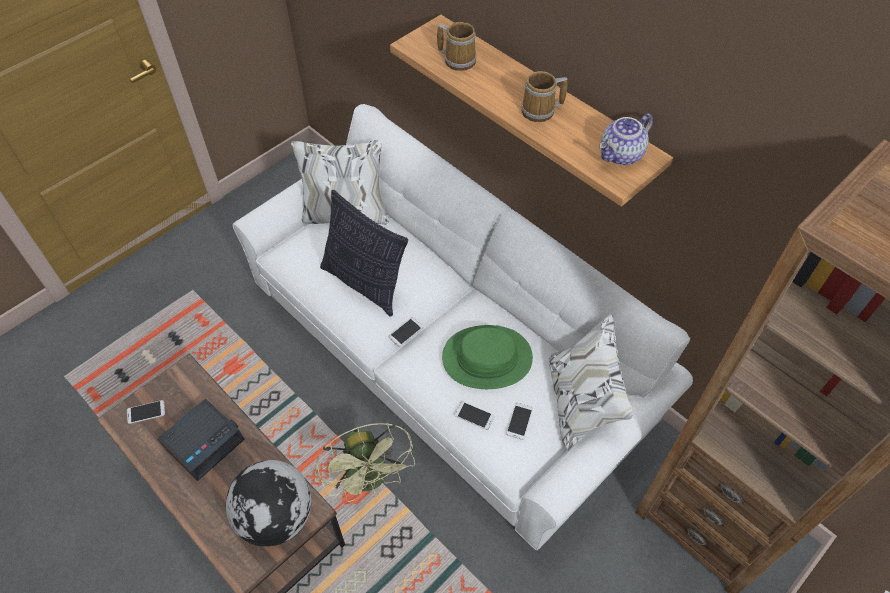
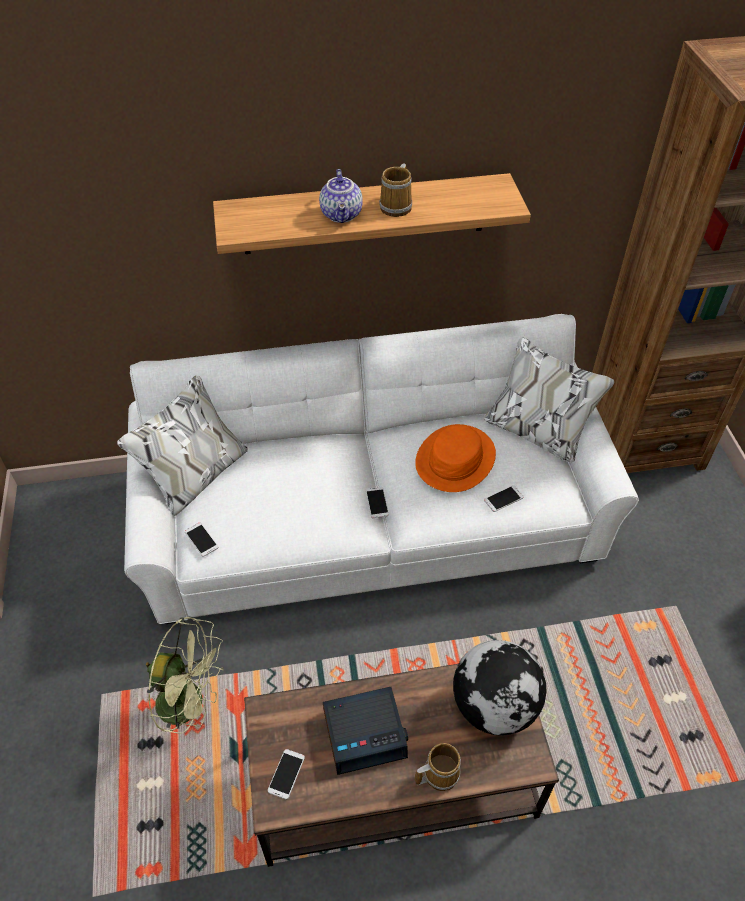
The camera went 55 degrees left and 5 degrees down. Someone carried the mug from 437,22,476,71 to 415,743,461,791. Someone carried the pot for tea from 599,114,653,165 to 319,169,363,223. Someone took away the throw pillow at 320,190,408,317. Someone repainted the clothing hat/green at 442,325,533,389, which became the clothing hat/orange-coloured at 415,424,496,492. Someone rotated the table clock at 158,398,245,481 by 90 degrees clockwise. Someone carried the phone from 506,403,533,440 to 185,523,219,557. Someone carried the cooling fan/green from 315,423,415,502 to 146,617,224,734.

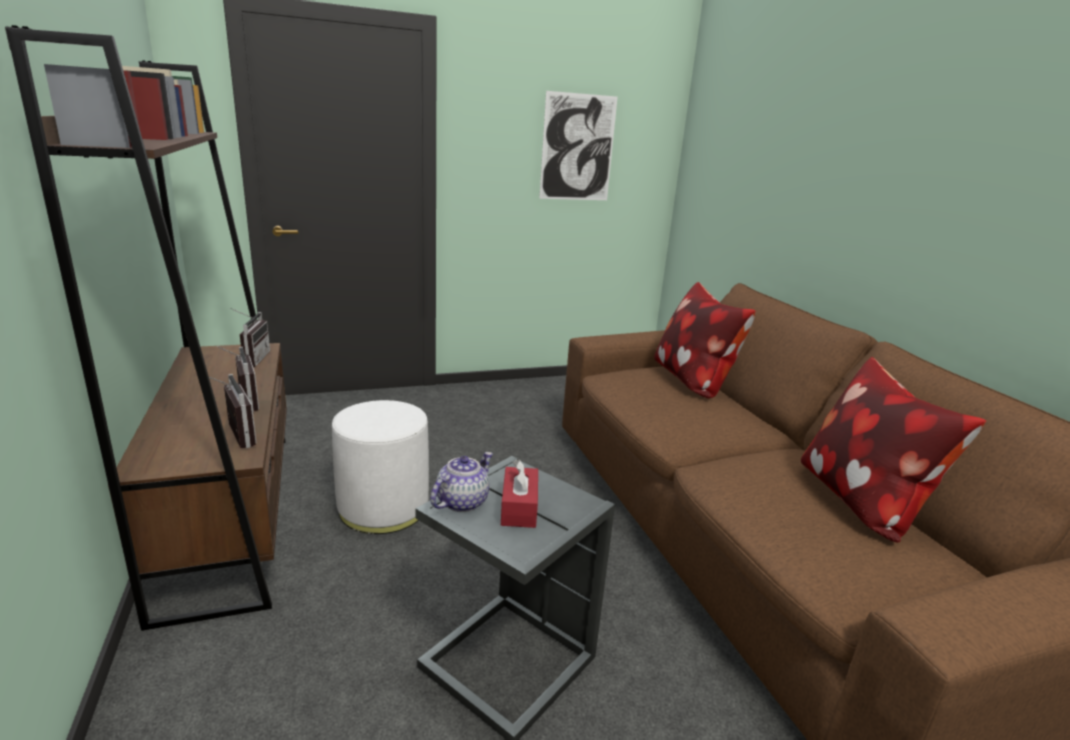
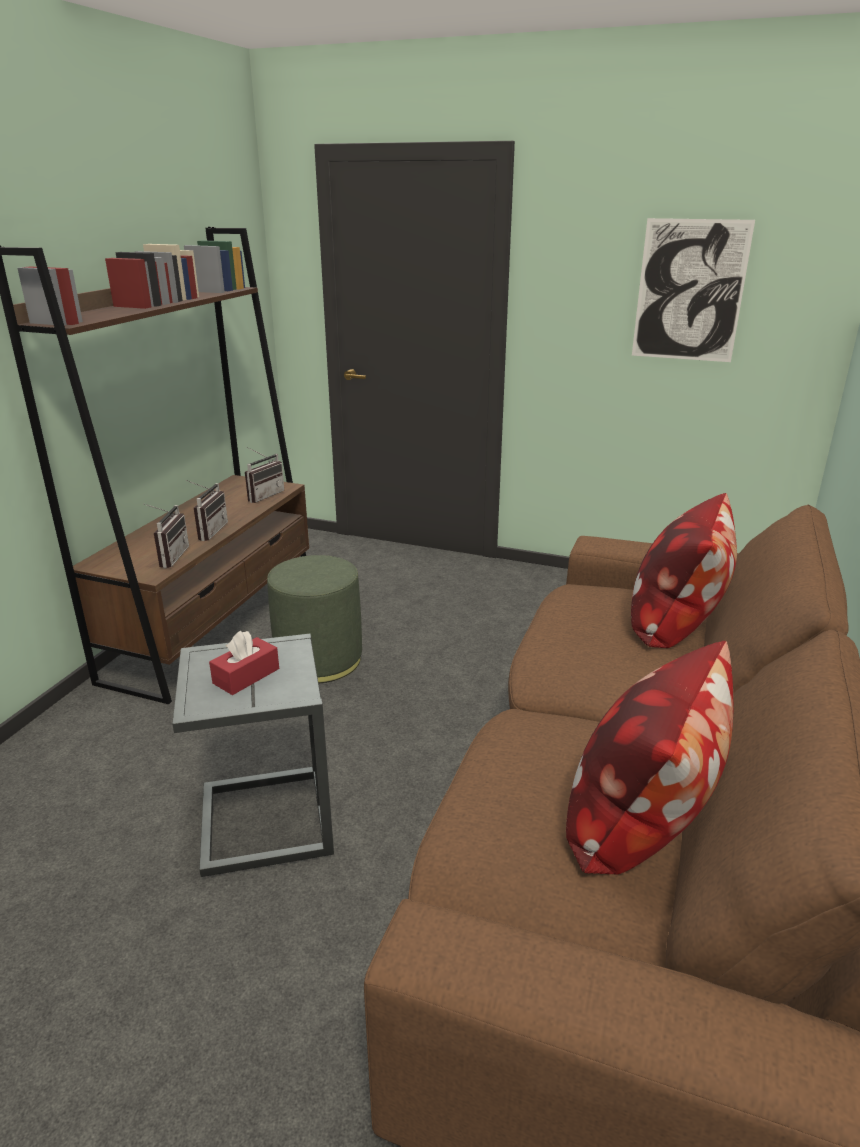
The camera went 40 degrees right and 5 degrees up. Someone repainted the pouffe/white at 332,400,429,534, which became the pouffe/green at 267,555,362,683. Someone took away the pot for tea at 430,452,493,512.

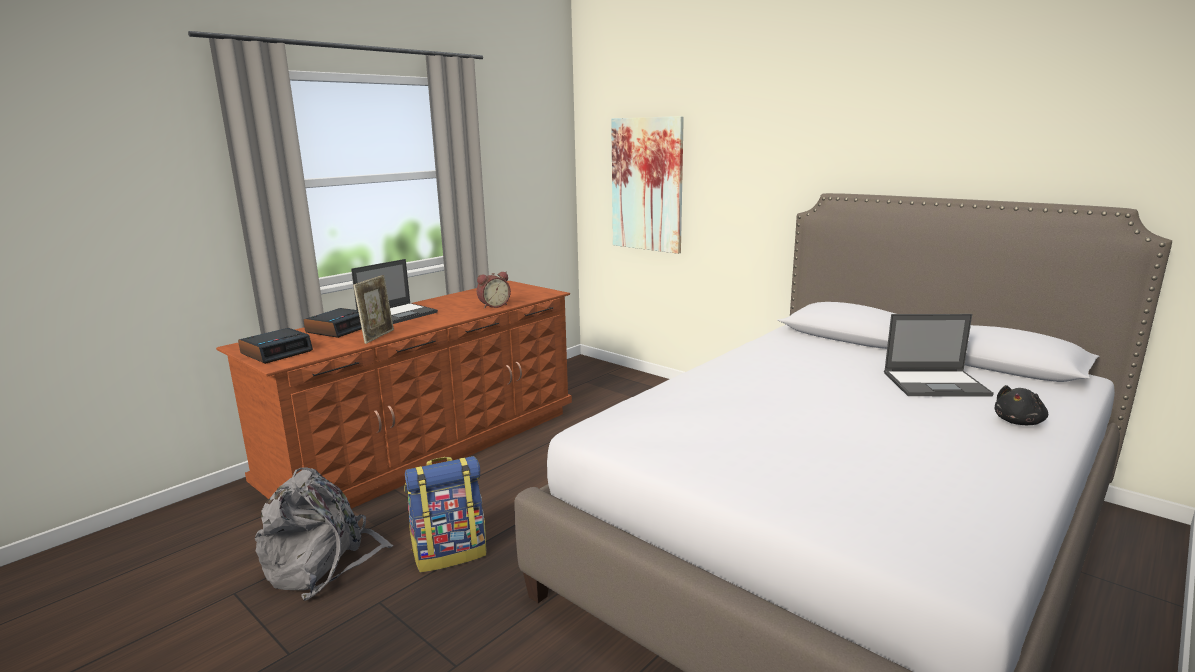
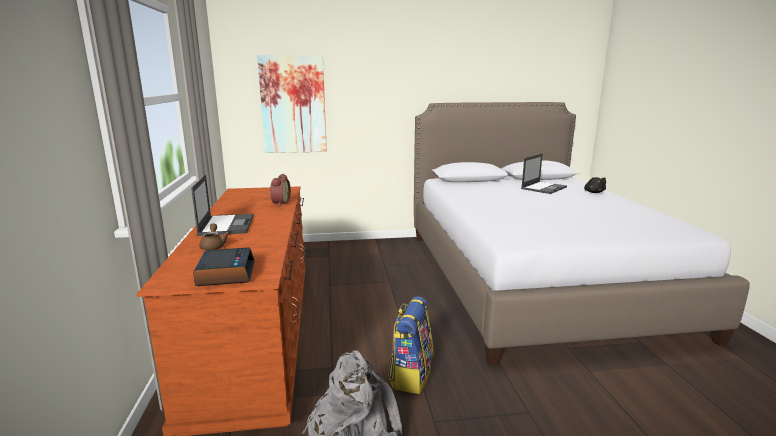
The camera went 50 degrees left and 0 degrees up. Someone took away the standing frame at 353,275,394,344. Someone swapped the table clock at 303,308,362,338 for the pot for tea/brown at 199,223,229,250.

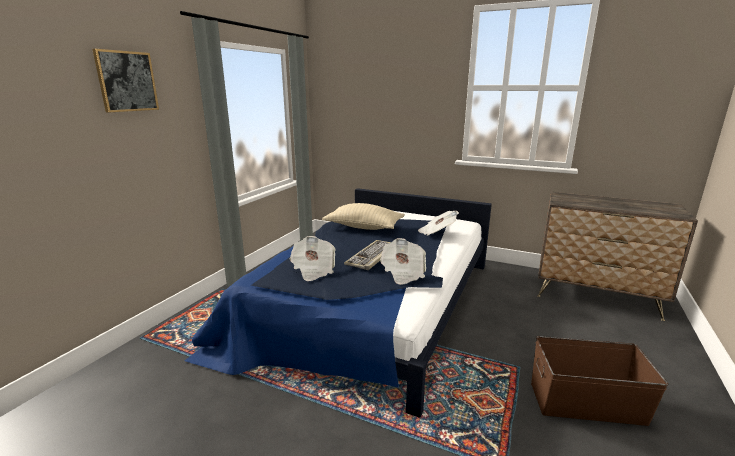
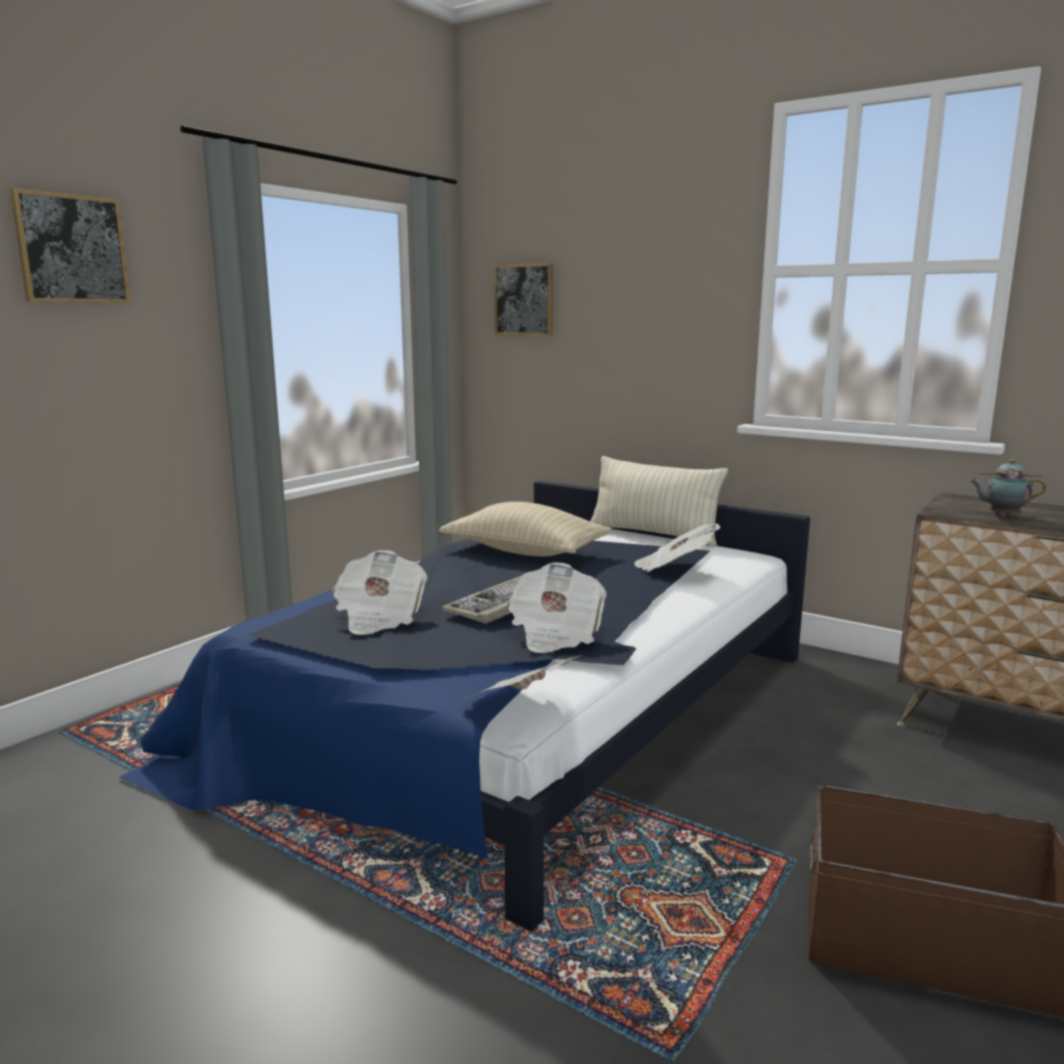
The camera went 10 degrees right and 5 degrees down. Someone put up the wall picture at 494,263,553,335. Someone put down the throw pillow/sand-coloured at 590,456,728,547. Someone put down the pot for tea at 969,459,1046,517. Someone put down the daily paper at 462,655,582,700.

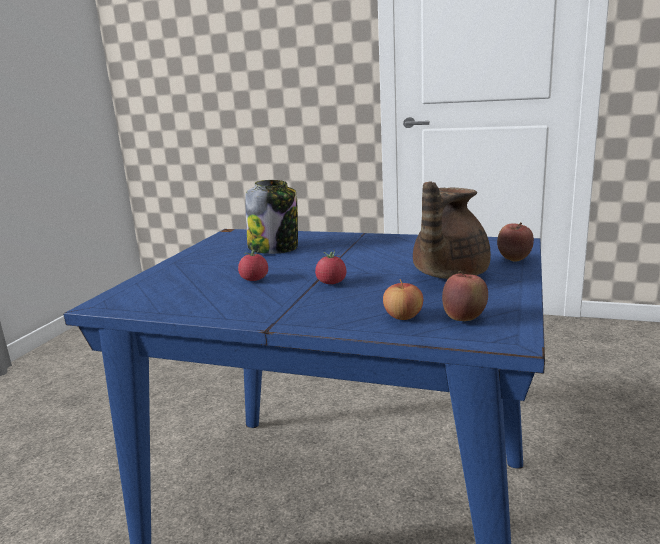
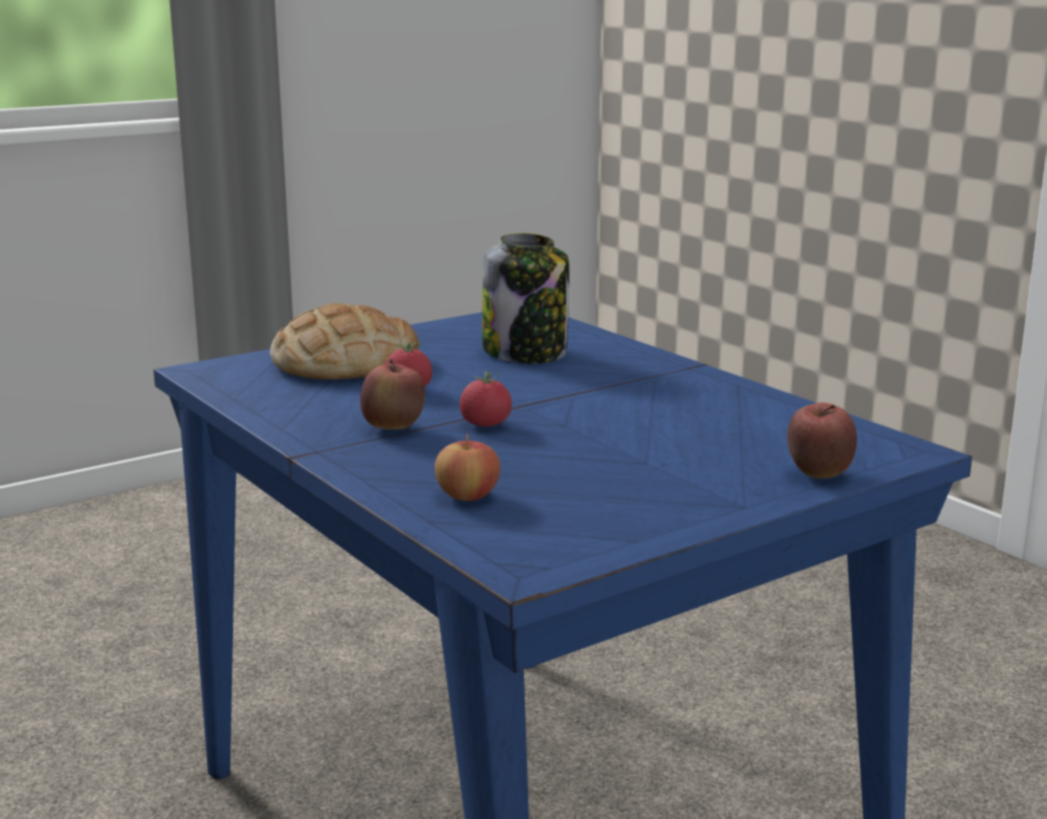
The camera went 35 degrees right and 0 degrees up. Someone took away the pot for tea/brown at 413,181,491,279. Someone carried the apple fruit from 442,271,488,321 to 360,359,425,430. Someone put down the baked bread at 270,303,419,379.

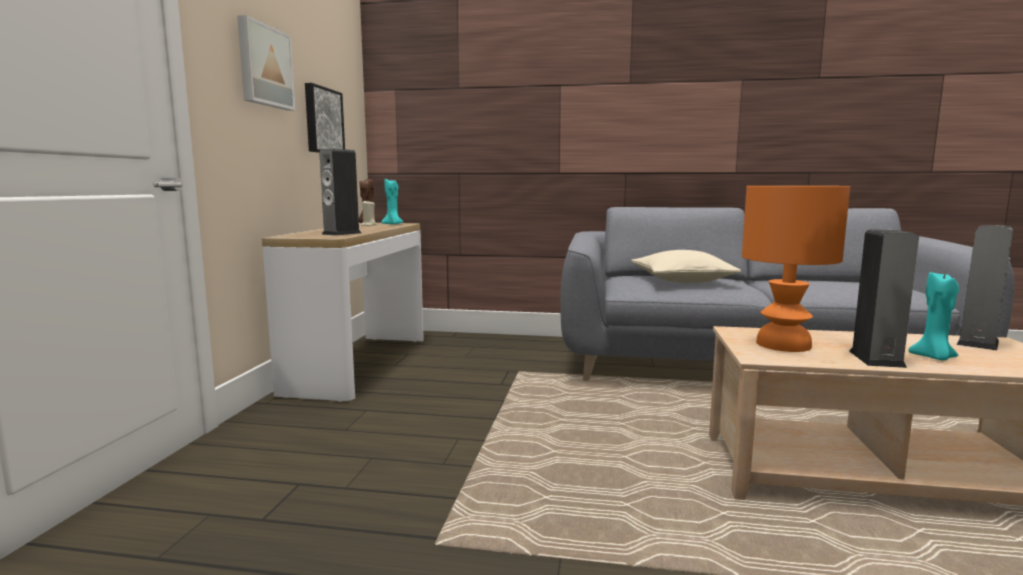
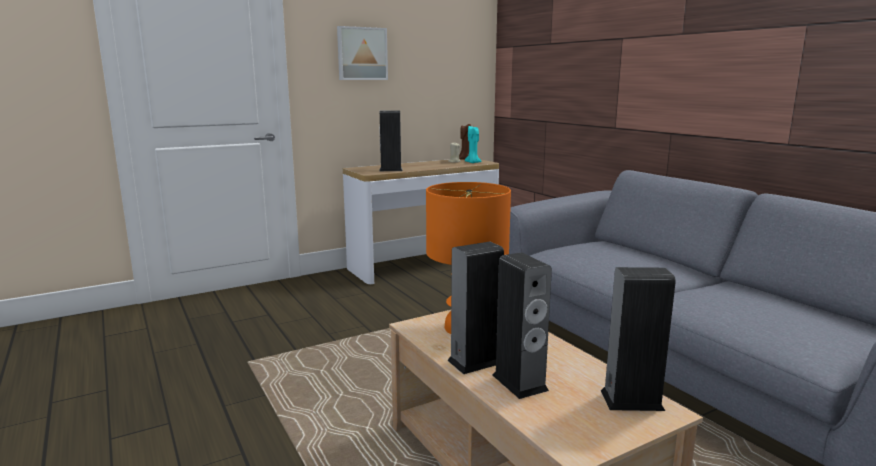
The camera went 50 degrees right and 5 degrees up. Someone took away the wall picture at 305,83,345,153. Someone took away the throw pillow/sand-coloured at 631,250,741,283. Someone swapped the wax candle/blue-green at 908,272,959,361 for the speaker at 493,253,552,399.

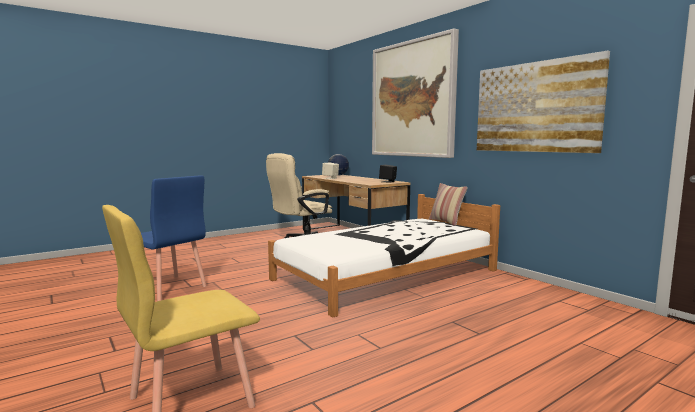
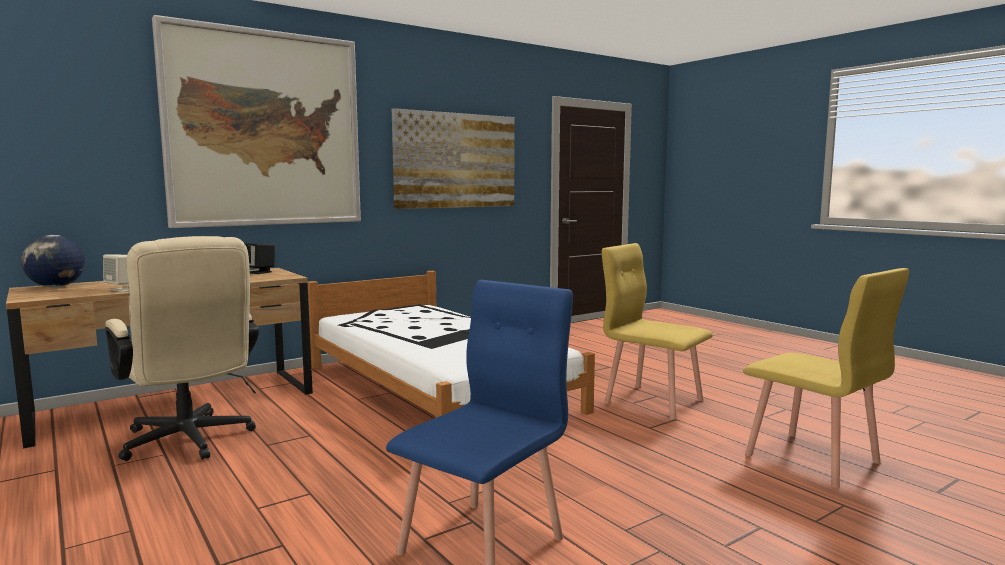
The camera went 90 degrees left and 0 degrees up. Someone took away the throw pillow at 429,183,468,226. Someone put down the chair/yellow at 602,243,713,420.

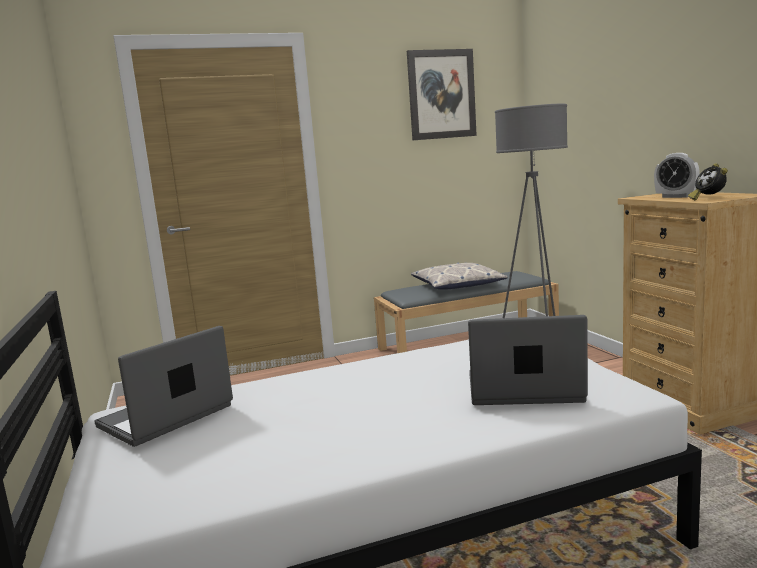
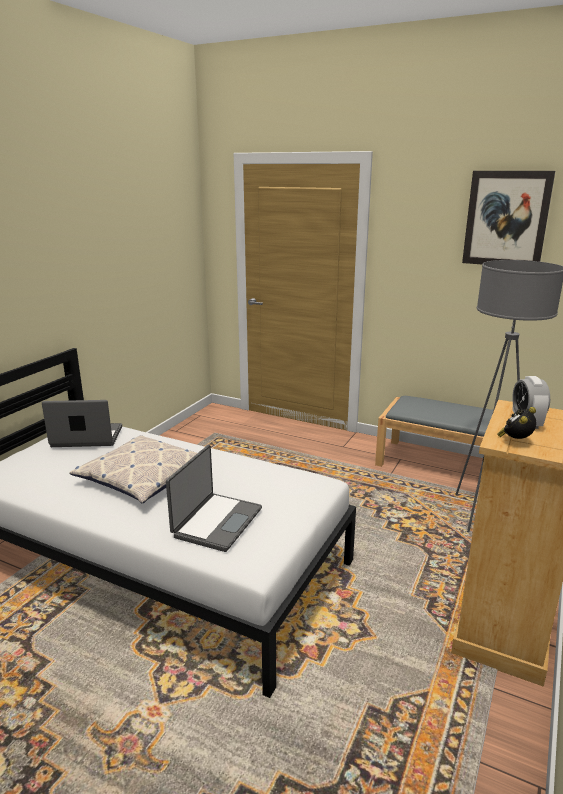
The camera went 45 degrees right and 10 degrees up. Someone carried the throw pillow from 411,262,508,290 to 69,435,197,503. Someone rotated the laptop at 468,315,588,405 by 60 degrees clockwise.

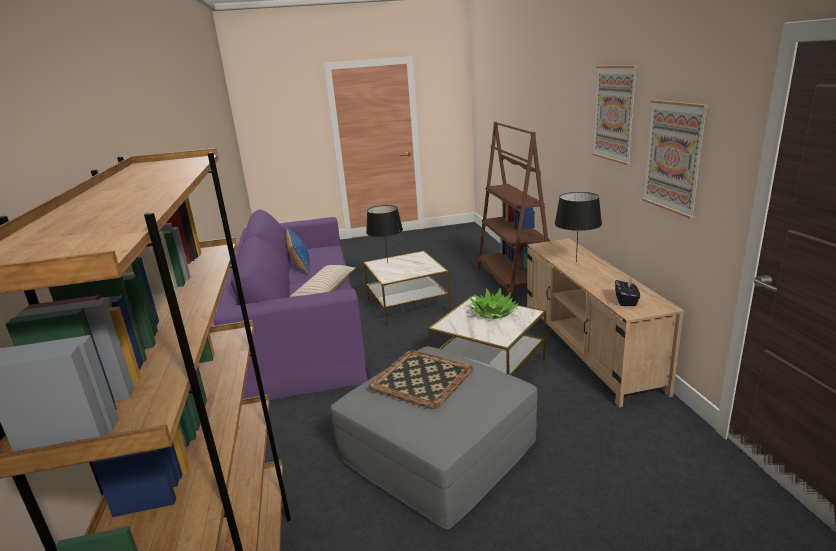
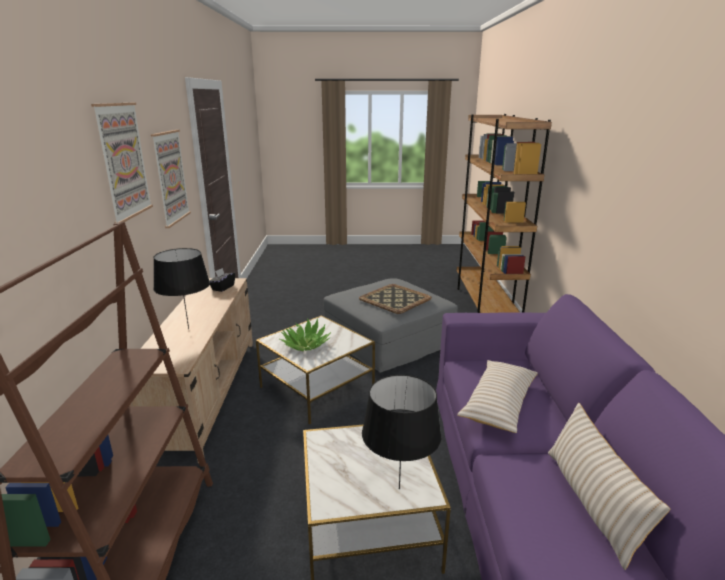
The camera went 170 degrees left and 0 degrees up. Someone repainted the throw pillow/bluish at 286,228,310,274, which became the throw pillow/sand-coloured at 548,403,670,570.

